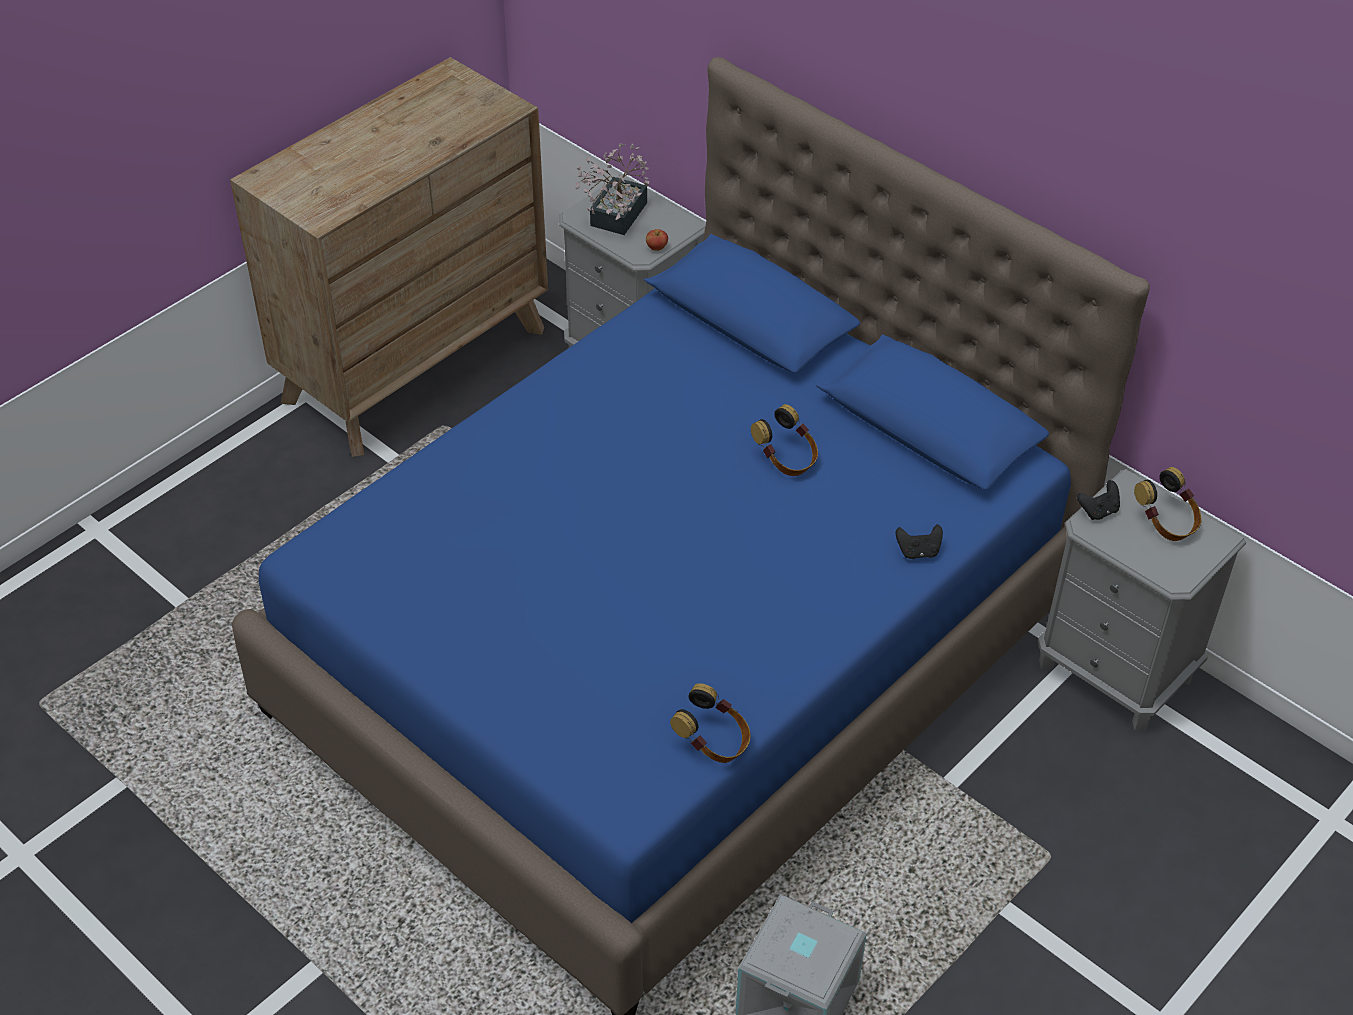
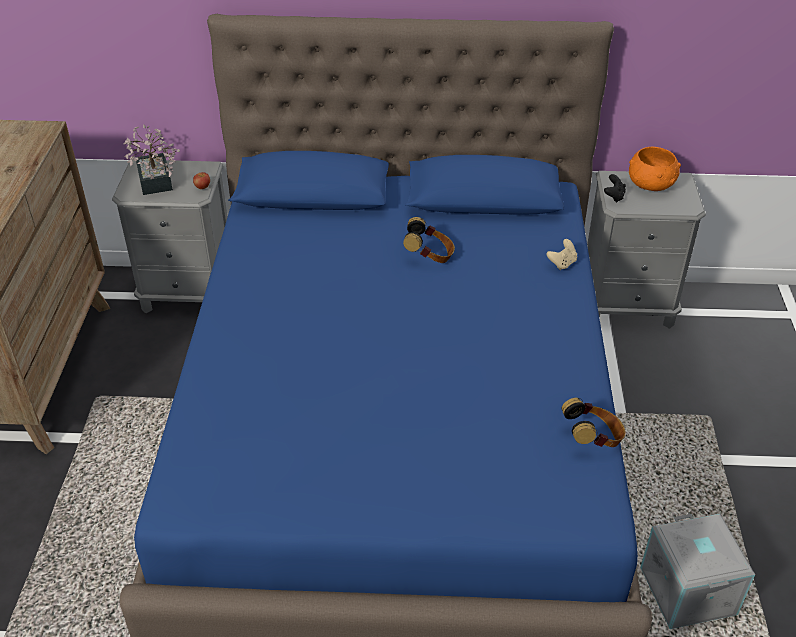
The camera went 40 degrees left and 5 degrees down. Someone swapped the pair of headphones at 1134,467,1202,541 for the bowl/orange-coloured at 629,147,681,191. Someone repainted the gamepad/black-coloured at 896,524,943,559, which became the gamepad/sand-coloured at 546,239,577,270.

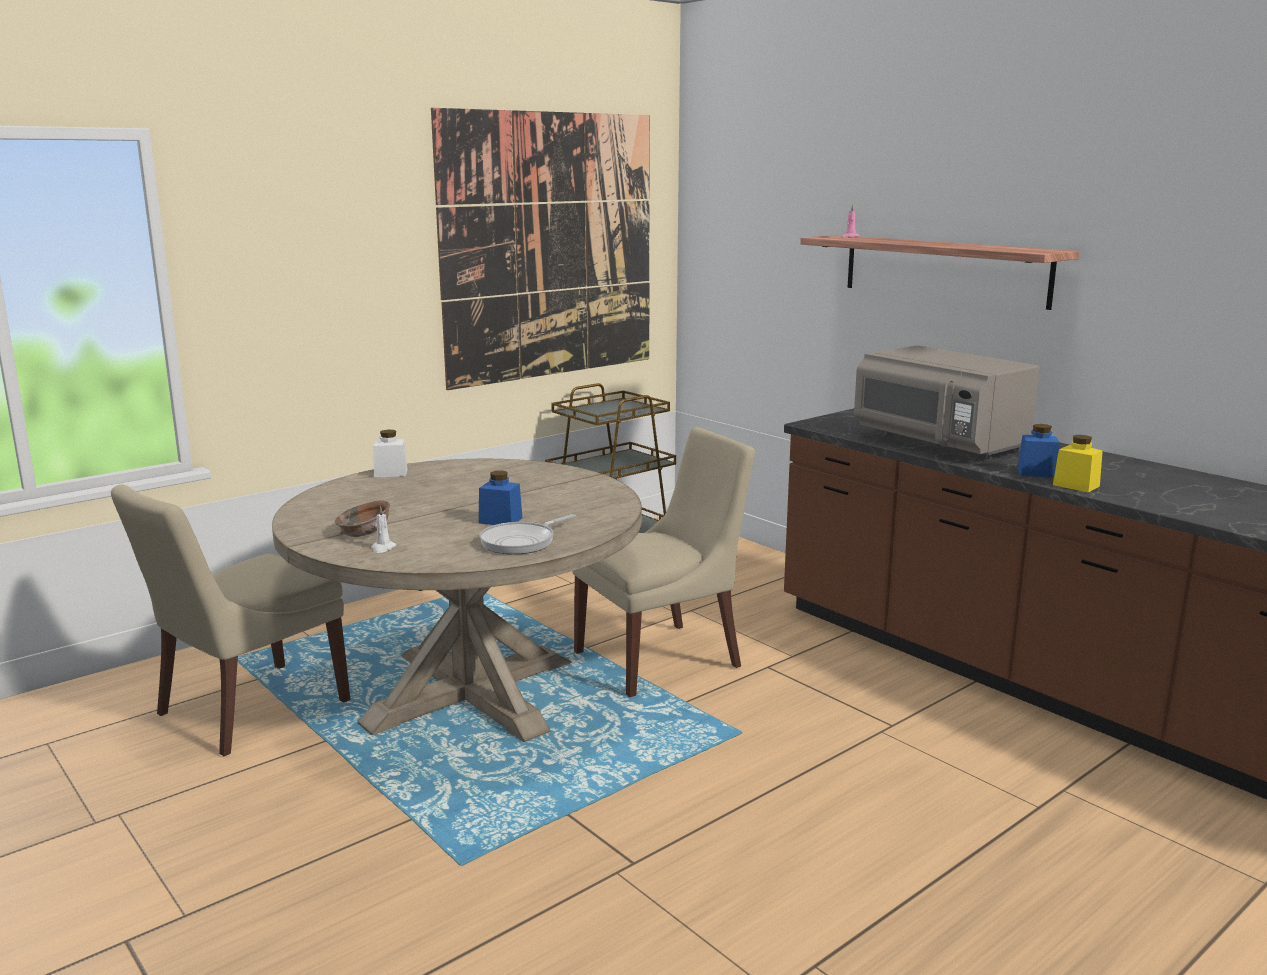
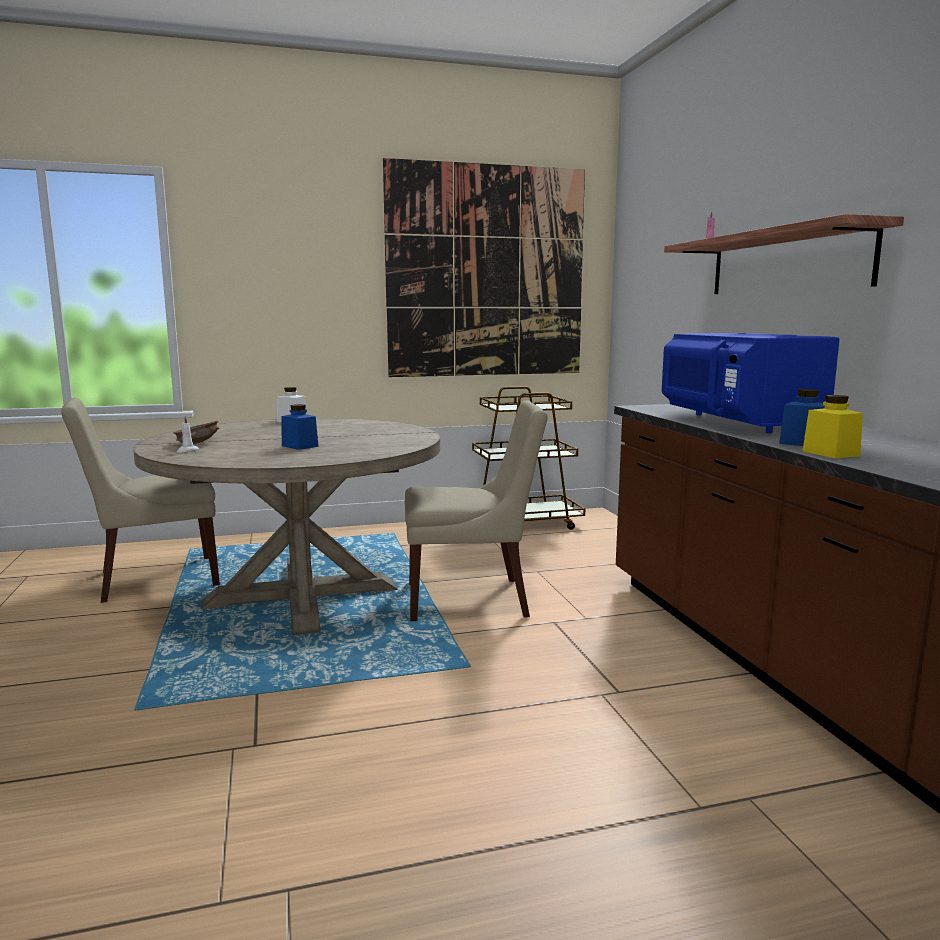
The camera went 25 degrees right and 5 degrees down. Someone repainted the kitchen microwave/gray at 854,345,1040,459, which became the kitchen microwave/bluish at 662,333,840,433. Someone took away the skillet at 479,514,576,554.

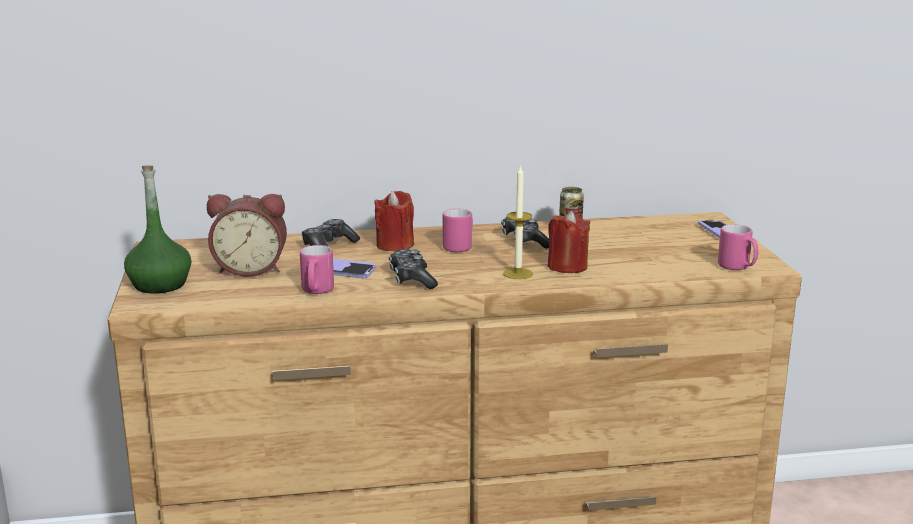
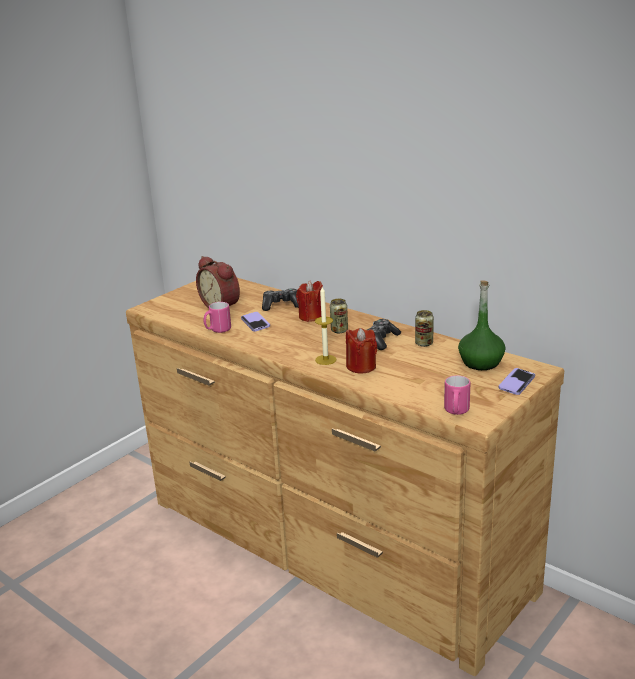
The camera went 50 degrees right and 5 degrees up. Someone carried the bottle/green from 124,165,191,294 to 458,280,505,370. Someone swapped the mug/pink at 443,209,473,252 for the sealed can at 330,299,348,333. Someone took away the gamepad at 389,249,438,289.

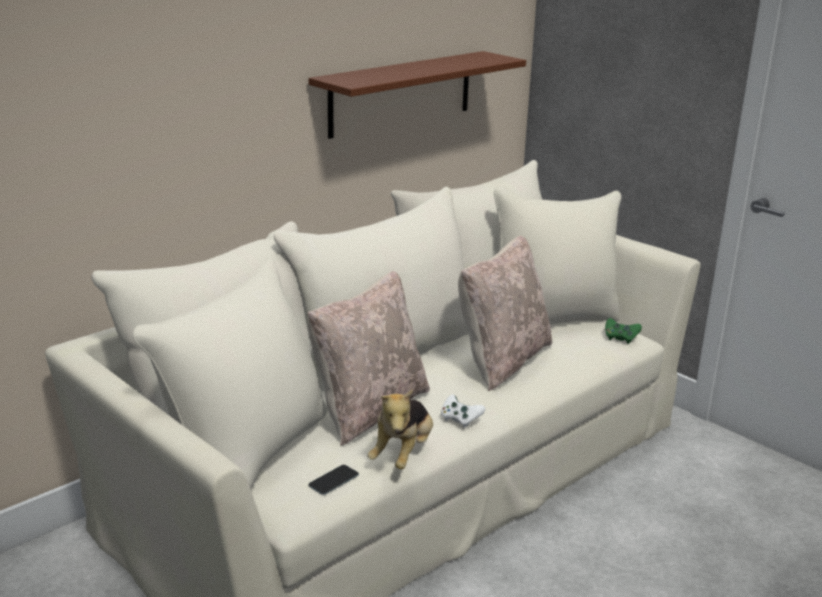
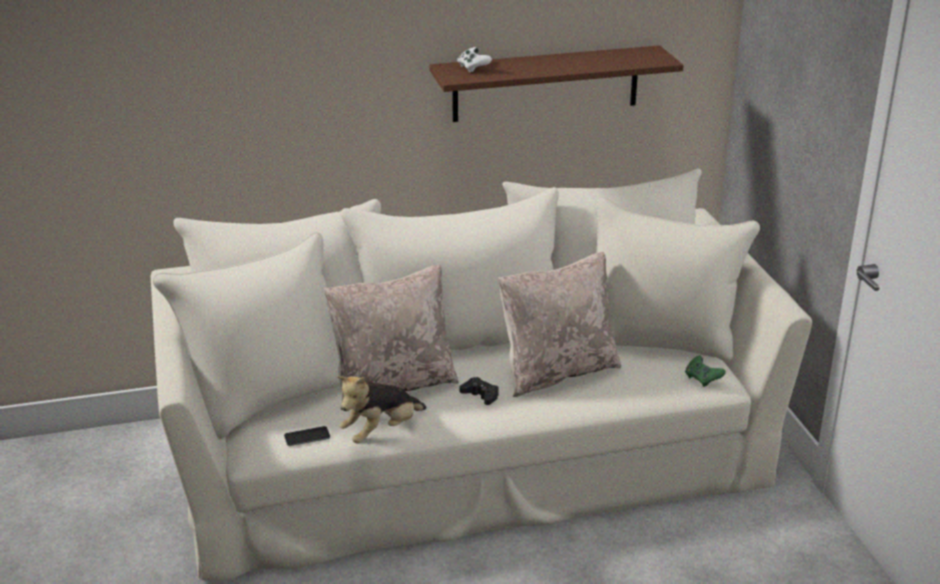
The camera went 30 degrees right and 5 degrees up. Someone carried the gamepad/white from 441,394,485,428 to 457,47,492,73. Someone put down the gamepad/black-coloured at 460,377,499,405.

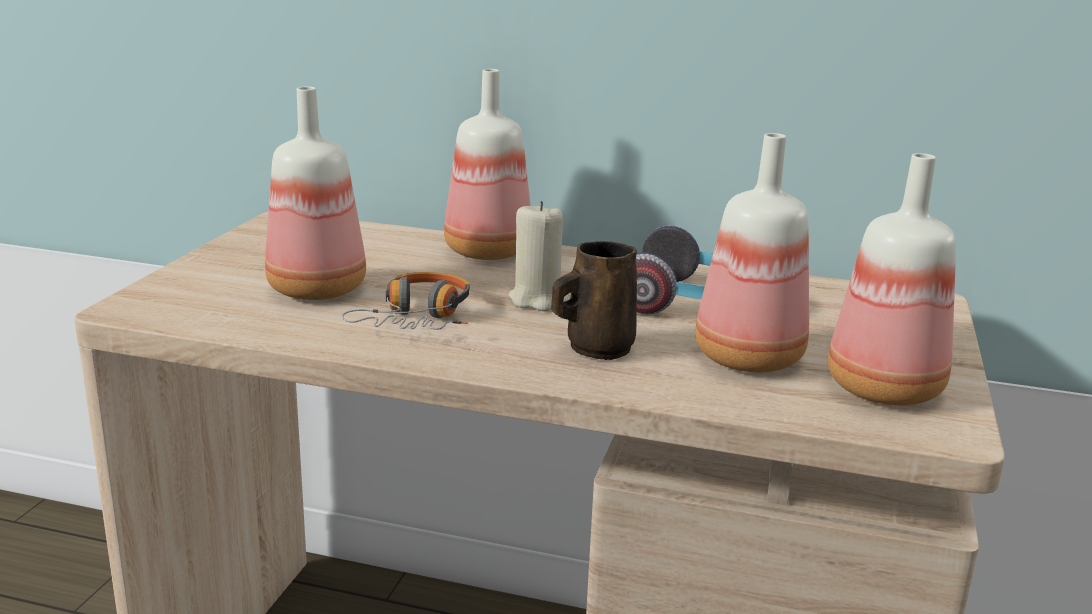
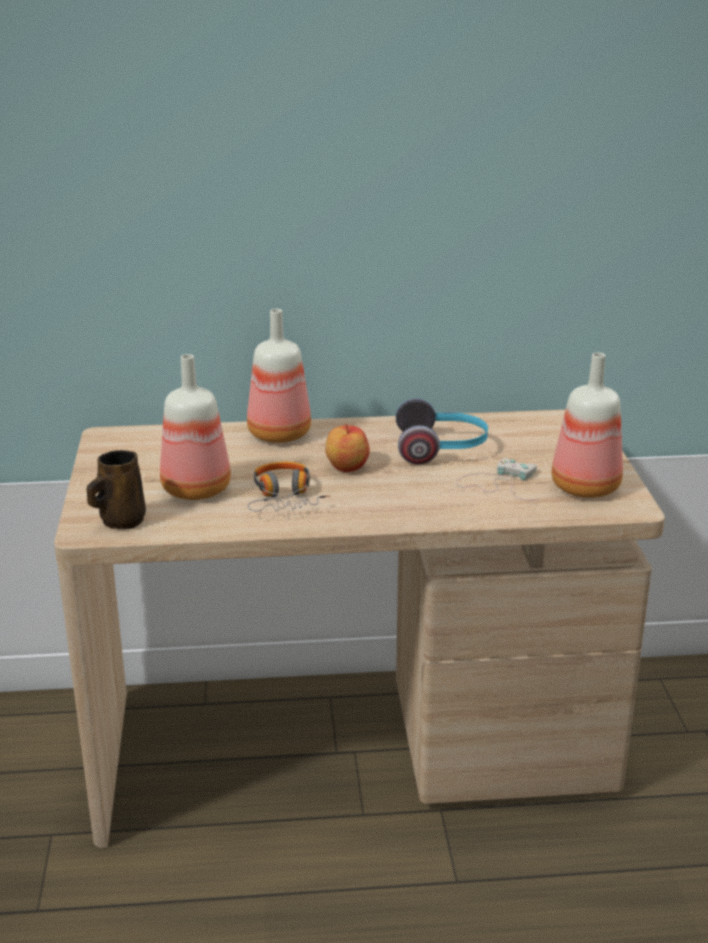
The camera went 20 degrees left and 5 degrees up. Someone swapped the bottle at 695,133,809,372 for the gamepad/white at 456,458,539,501. Someone swapped the wax candle/sand-coloured at 508,201,568,311 for the apple fruit at 325,424,370,472. Someone carried the mug/brown from 551,241,637,360 to 87,450,146,529.

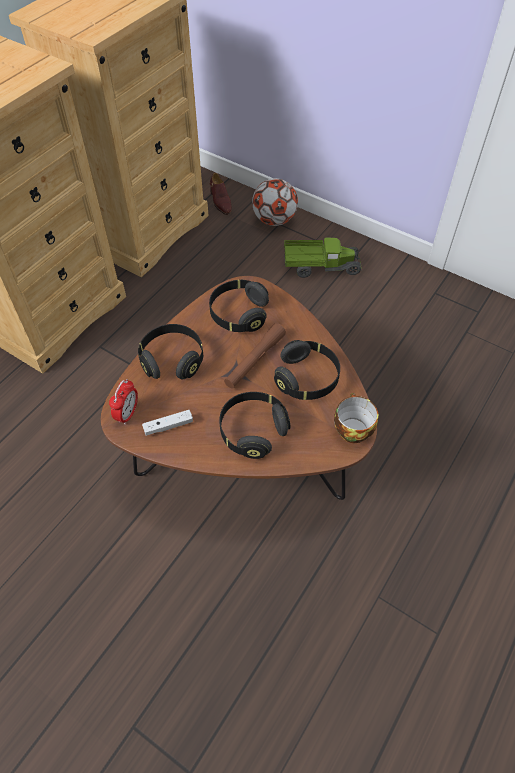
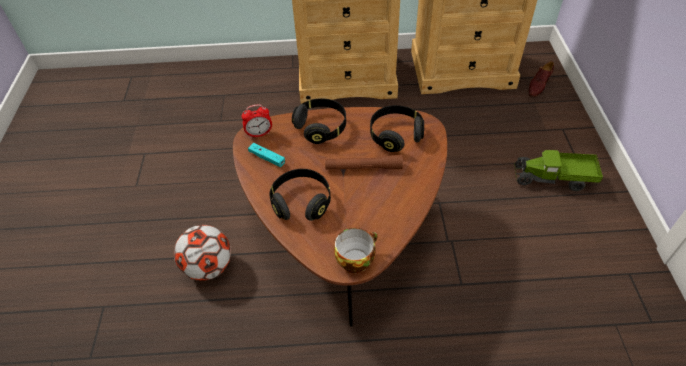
The camera went 55 degrees right and 5 degrees down. Someone carried the football ball from 252,178,298,226 to 174,225,231,281. Someone rotated the toy truck at 284,236,362,278 by 135 degrees clockwise. Someone took away the pair of headphones/black-coloured at 274,340,340,400. Someone repainted the gamepad/white at 142,410,193,436, which became the gamepad/blue-green at 248,143,285,167.

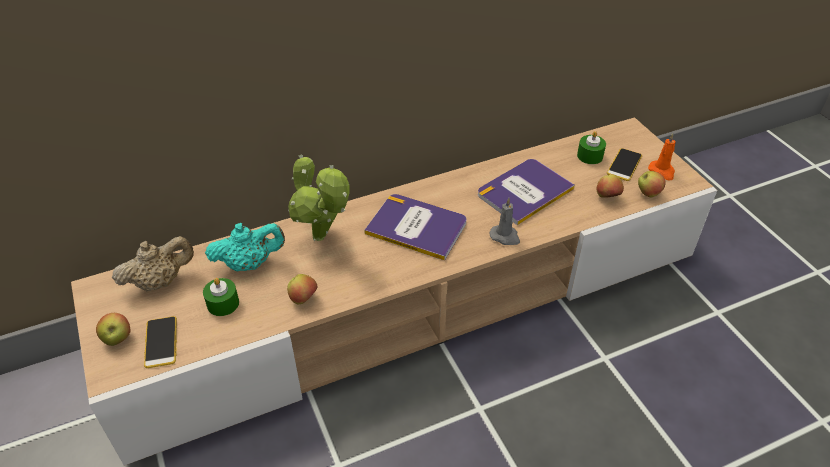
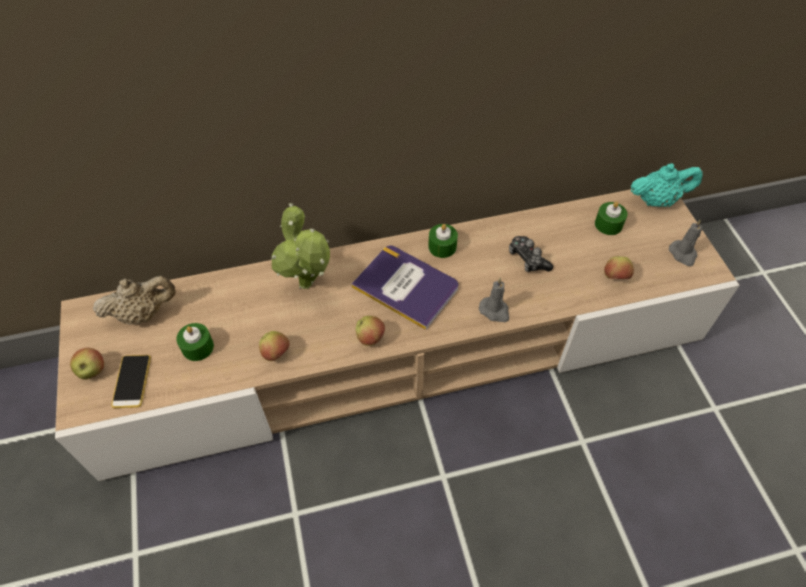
The camera went 10 degrees right and 10 degrees up. Someone repainted the wax candle/orange-coloured at 648,133,676,181, which became the wax candle/gray at 669,219,703,266. Someone took away the phone at 607,148,642,181. Someone swapped the book at 478,159,575,225 for the gamepad at 509,236,553,272. Someone carried the apple fruit from 638,171,665,197 to 356,316,385,346. Someone carried the pot for tea/blue-green from 205,223,285,271 to 630,163,703,207. Someone put down the wax candle/green at 428,224,458,258.

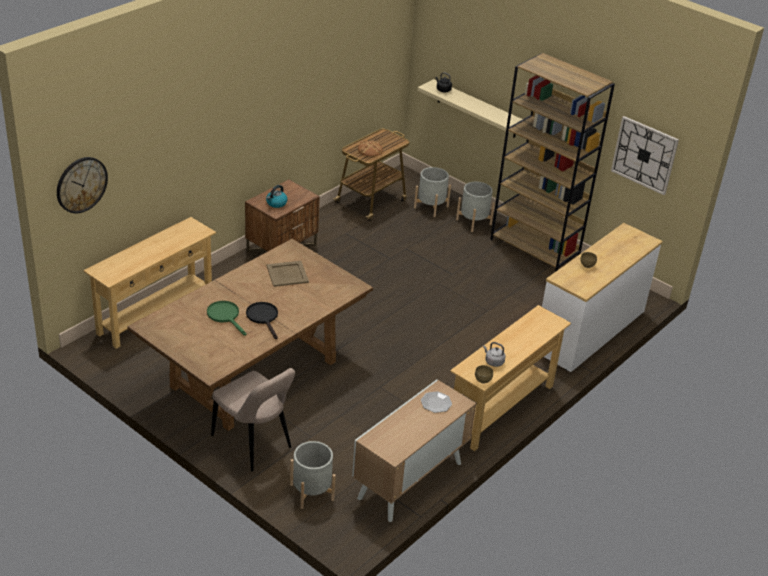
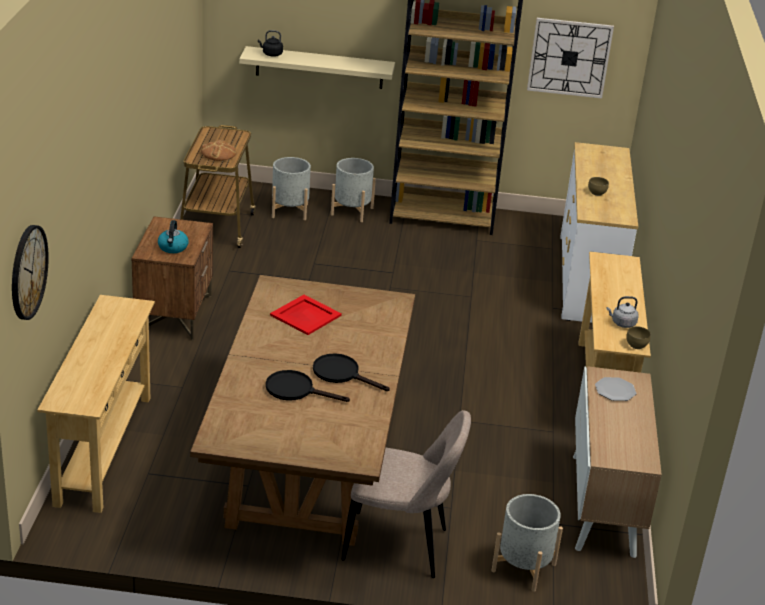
The camera went 35 degrees left and 5 degrees down. Someone repainted the carrying tray/sand-coloured at 267,261,309,287, which became the carrying tray/red at 270,295,342,335. Someone repainted the skillet/green at 207,301,247,336, which became the skillet/black-coloured at 266,370,350,402.

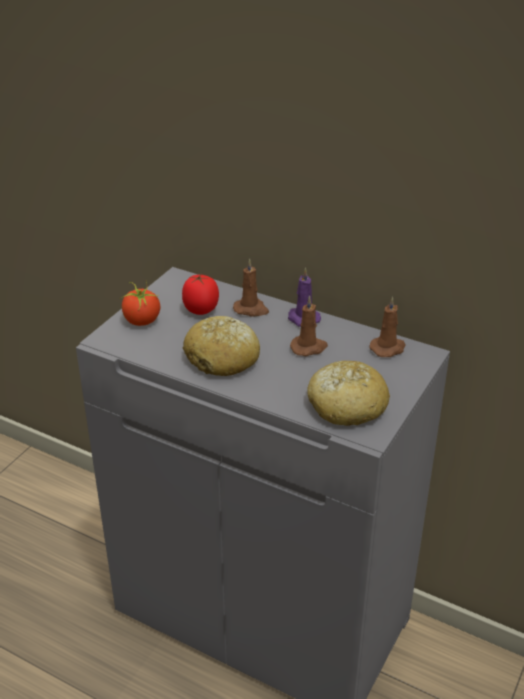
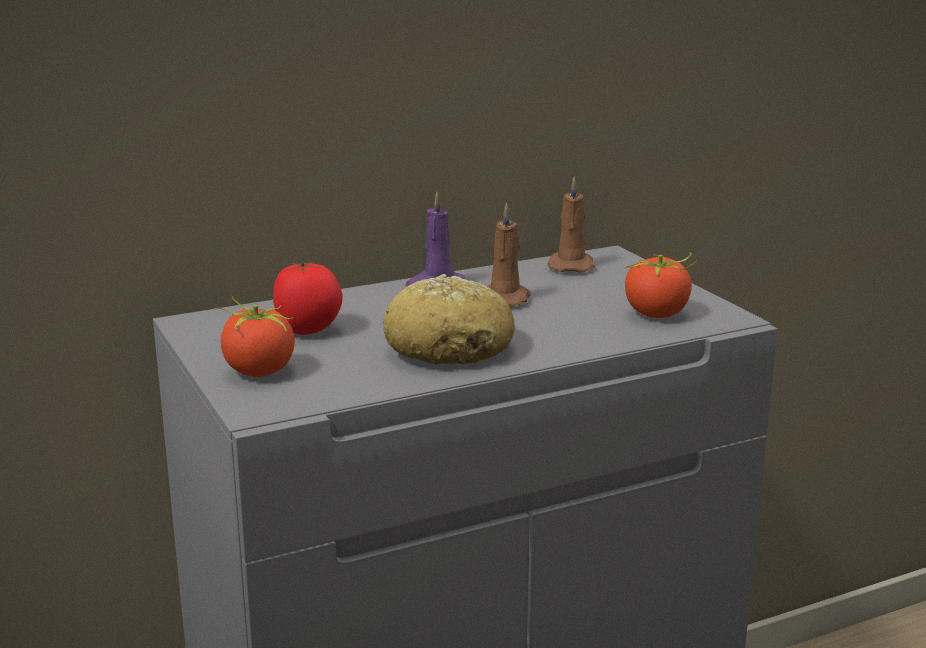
The camera went 55 degrees left and 15 degrees down. Someone took away the wax candle/brown at 233,259,269,317. Someone swapped the baked bread at 307,361,390,426 for the fresh tomato at 623,253,697,318.

